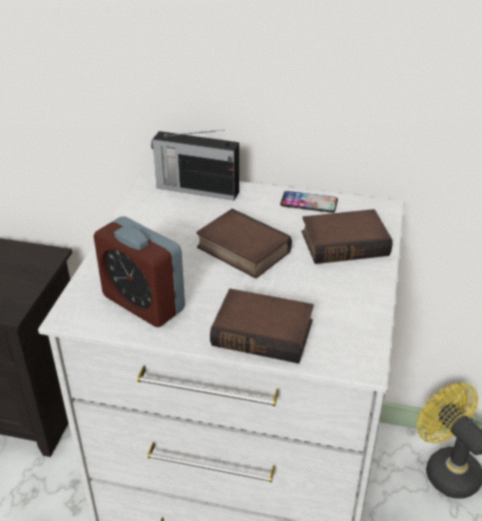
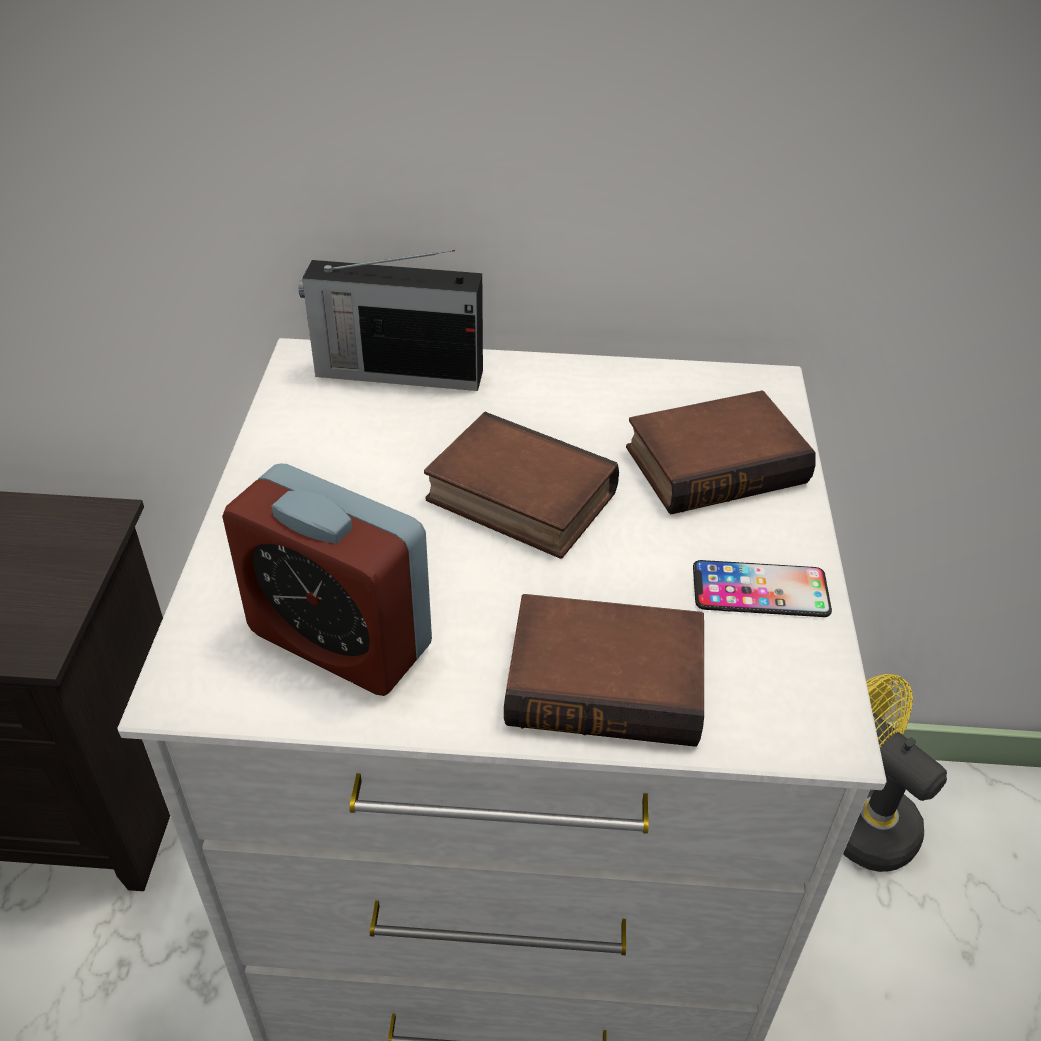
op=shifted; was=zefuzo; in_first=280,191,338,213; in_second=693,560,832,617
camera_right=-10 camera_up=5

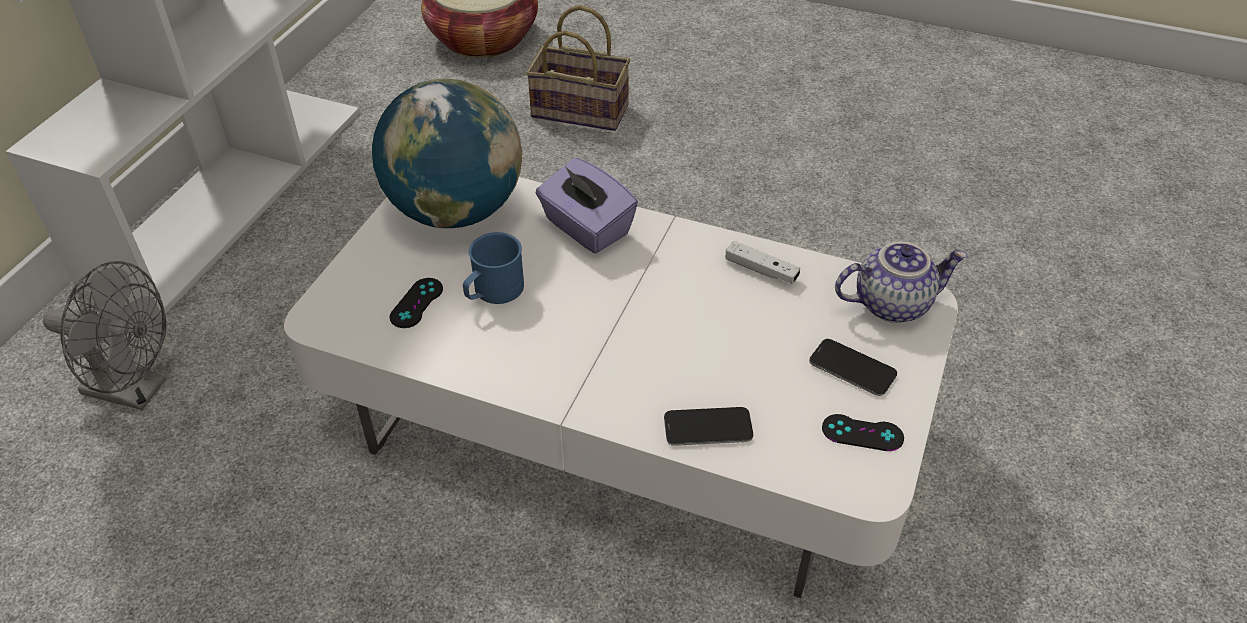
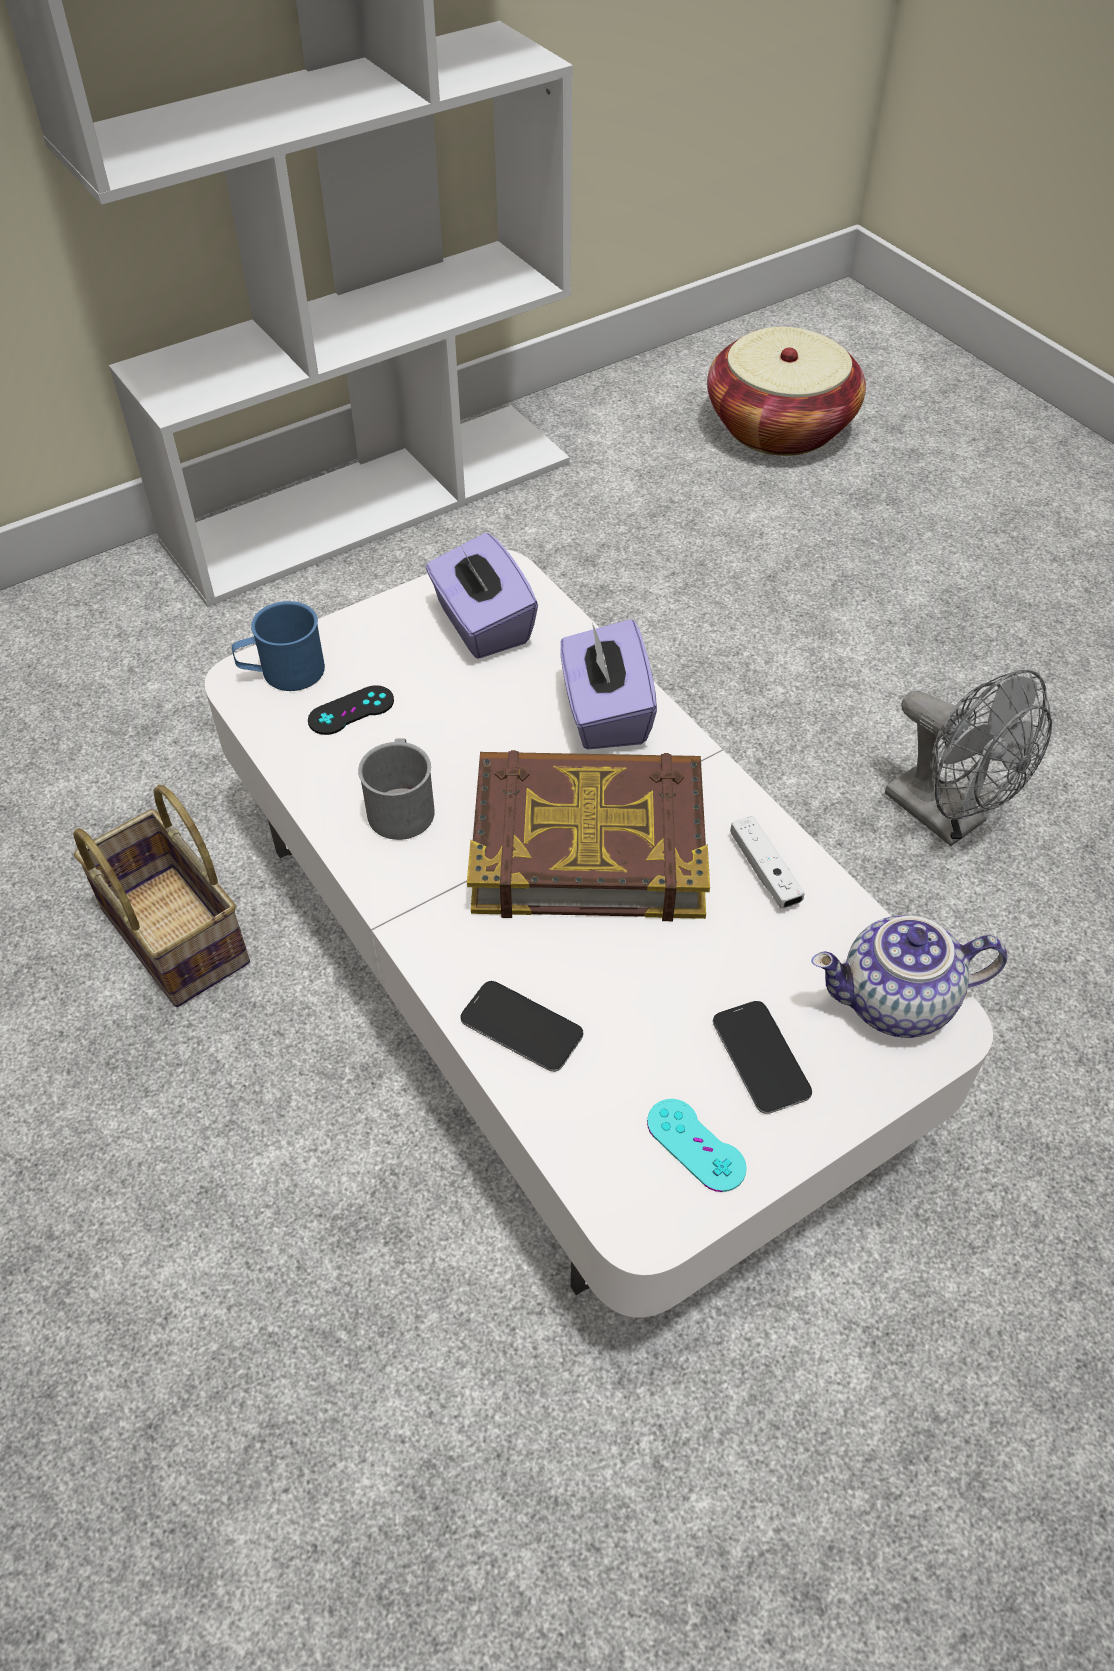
op=new; now=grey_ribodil; in_second=358,738,435,840
op=new; now=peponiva; in_second=467,750,710,921
op=shifted; was=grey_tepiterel; in_first=43,261,166,410; in_second=885,669,1052,846
op=shifted; was=blue_ribodil; in_first=463,232,524,304; in_second=232,601,325,691
op=shifted; was=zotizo; in_first=526,5,630,131; in_second=73,785,250,1007
op=swapped; was=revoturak; now=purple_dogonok; in_first=372,78,522,228; in_second=426,533,538,659
op=repainted; was=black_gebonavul; now=turquoise_gebonavul; in_first=822,414,904,451; in_second=647,1099,747,1192
op=rotated; was=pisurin; in_first=835,242,968,323; in_second=811,915,1007,1038; clockwise=150
camera_right=35 camera_up=5

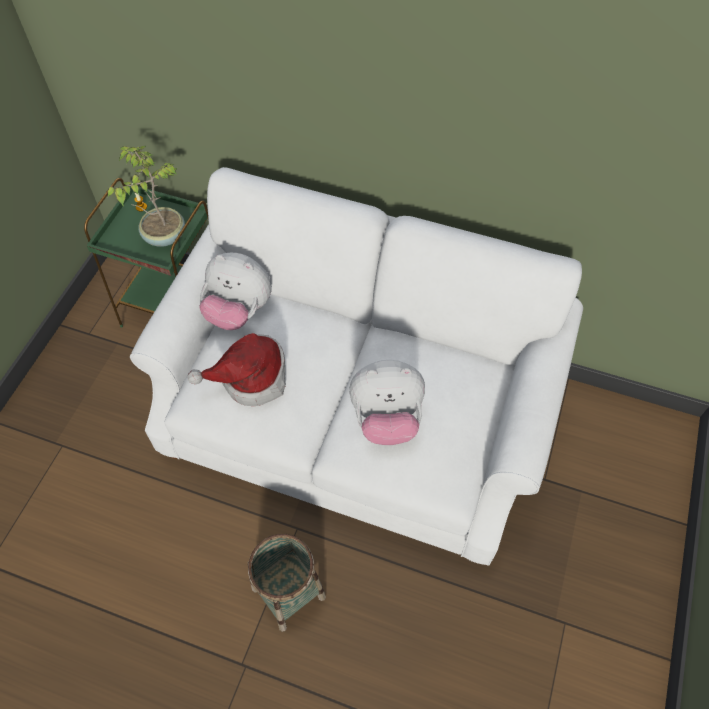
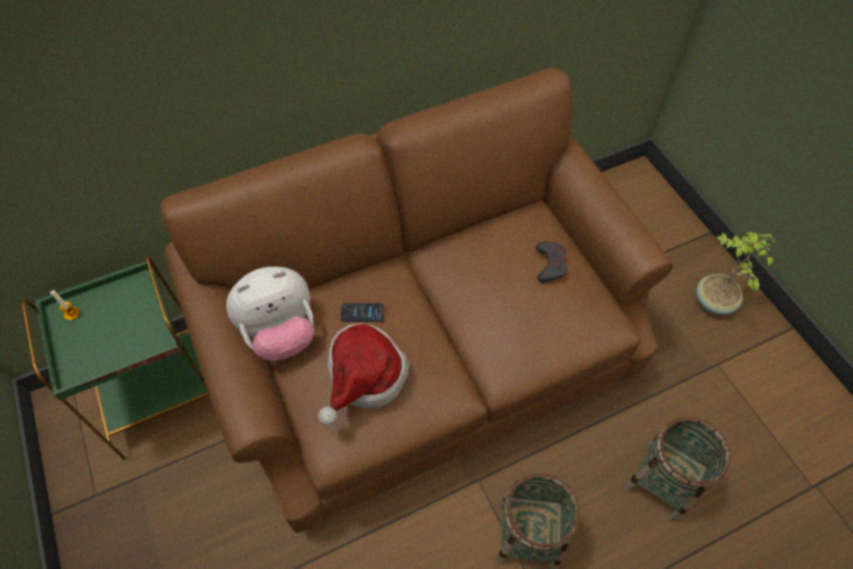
op=gone; was=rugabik; in_first=349,360,425,445
op=new; now=zefuzo; in_second=341,303,384,322
op=new; now=grey_gebonavul; in_second=536,241,568,282
op=new; now=zotizo; in_second=623,417,731,522
op=shifted; was=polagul; in_first=108,146,185,247; in_second=696,232,777,315
op=repainted; was=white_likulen; now=brown_likulen; in_first=130,167,583,565; in_second=161,68,673,533
camera_right=-45 camera_up=0

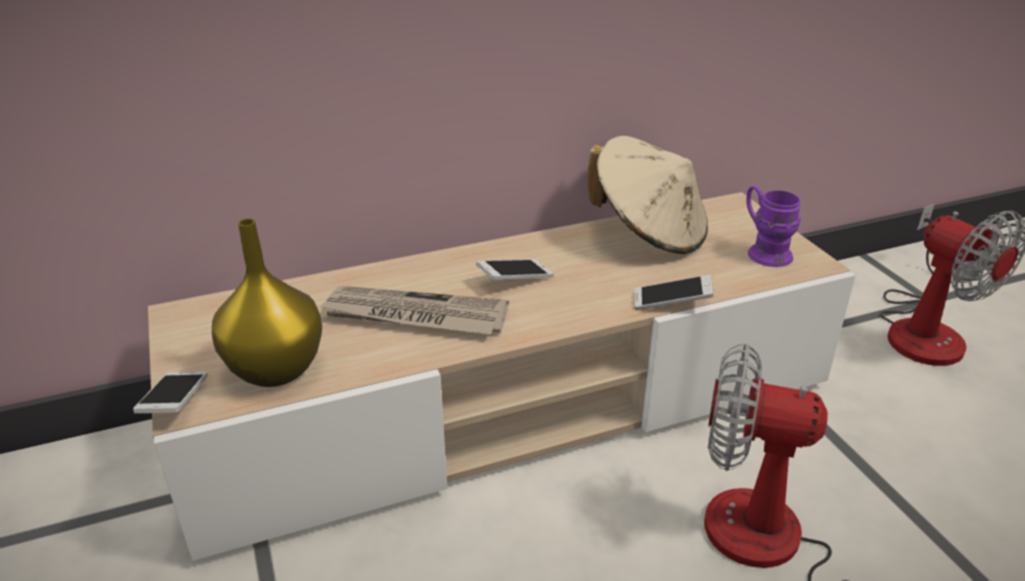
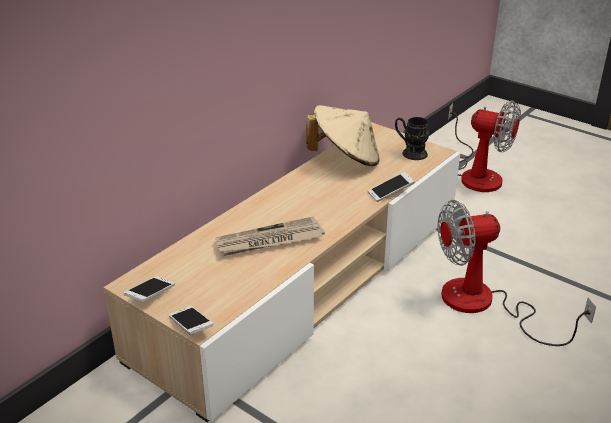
op=gone; was=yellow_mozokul; in_first=212,218,322,387
op=shifted; was=zefuzo; in_first=476,260,554,280; in_second=124,276,175,302
op=repainted; was=purple_ribodil; now=black_ribodil; in_first=746,185,801,267; in_second=395,117,429,160
camera_right=-30 camera_up=0

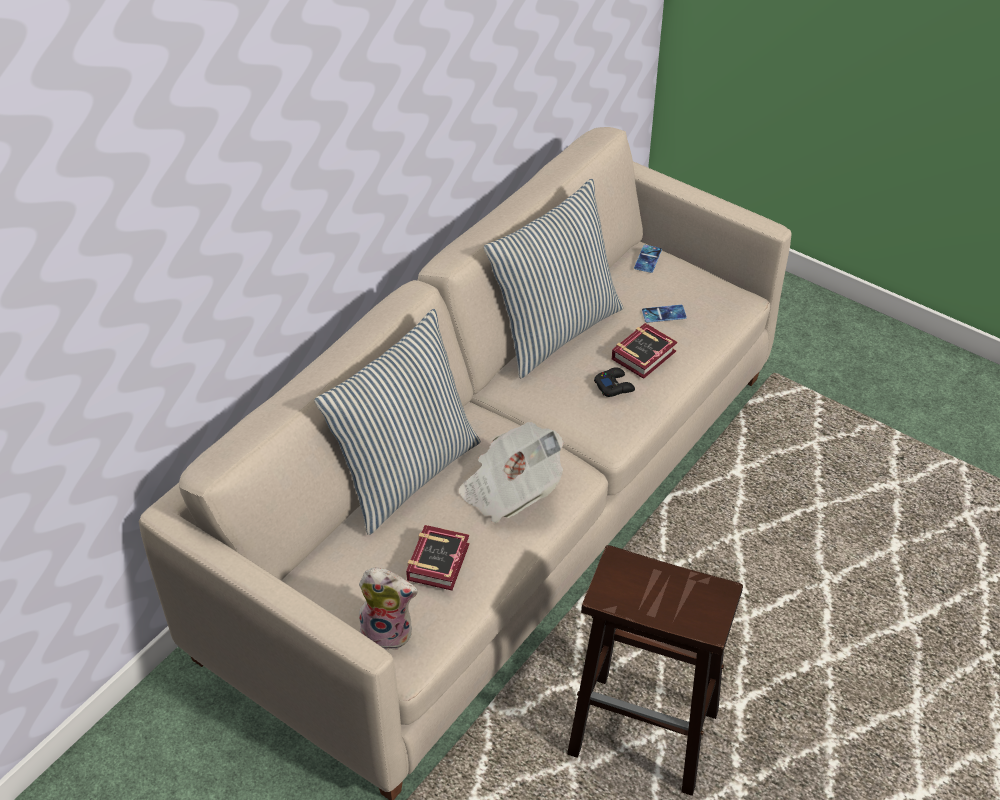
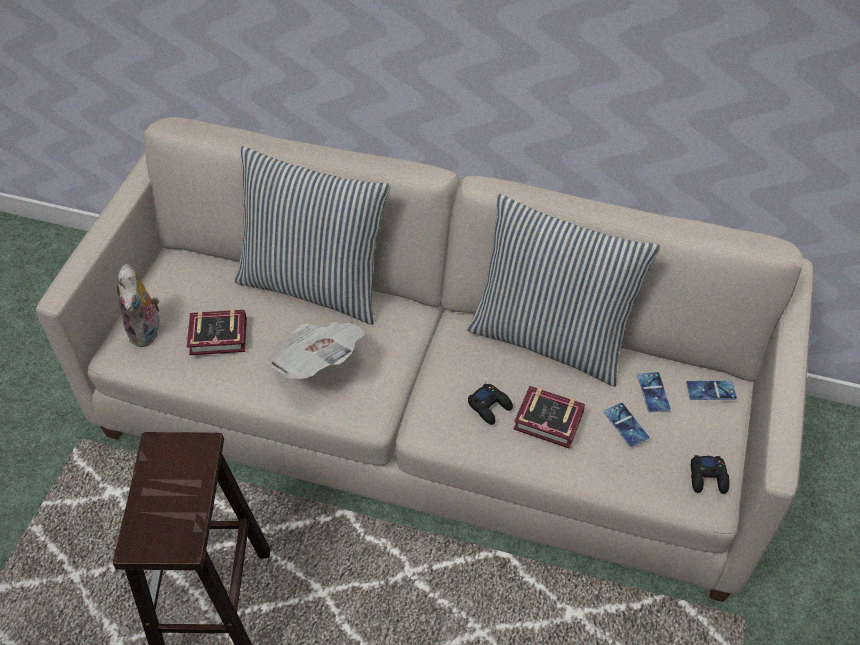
op=new; now=zefuzo; in_second=637,372,671,412
op=new; now=black_gebonavul; in_second=691,455,730,494
camera_right=70 camera_up=5

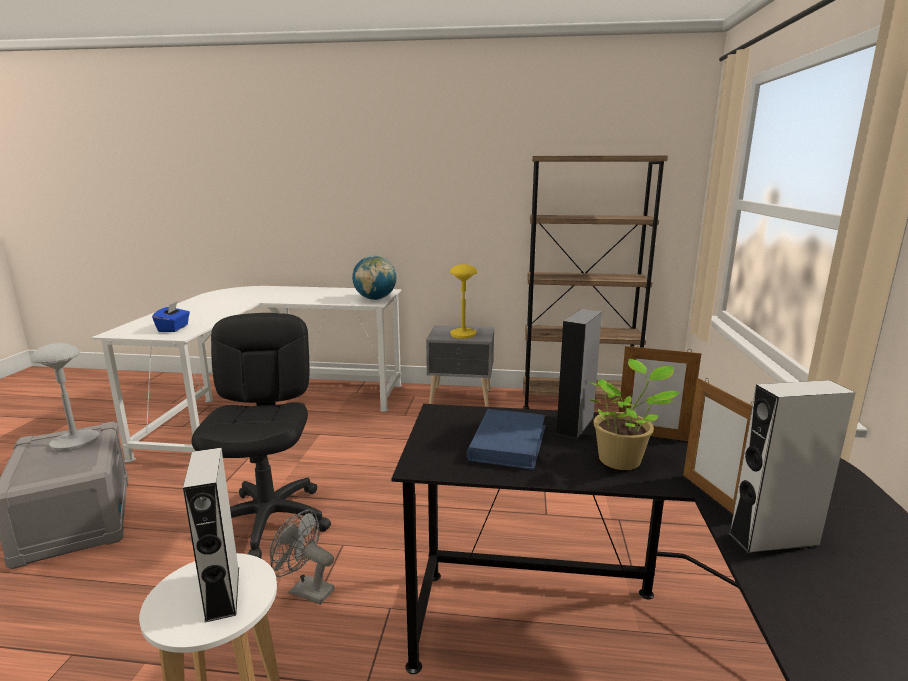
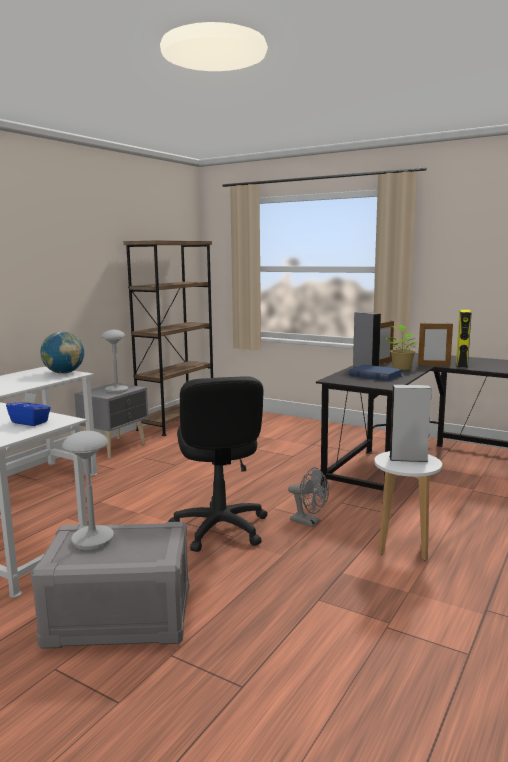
op=repainted; was=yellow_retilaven; now=grey_retilaven; in_first=450,264,478,339; in_second=101,330,128,393
op=repainted; was=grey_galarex; now=yellow_galarex; in_first=728,380,856,554; in_second=456,310,472,368
op=rotated; was=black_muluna; in_first=192,313,331,558; in_second=168,376,267,552; clockwise=-120
op=rotated; was=grey_tepiterel; in_first=270,509,335,605; in_second=288,467,329,527; clockwise=-105
camera_right=-65 camera_up=-5

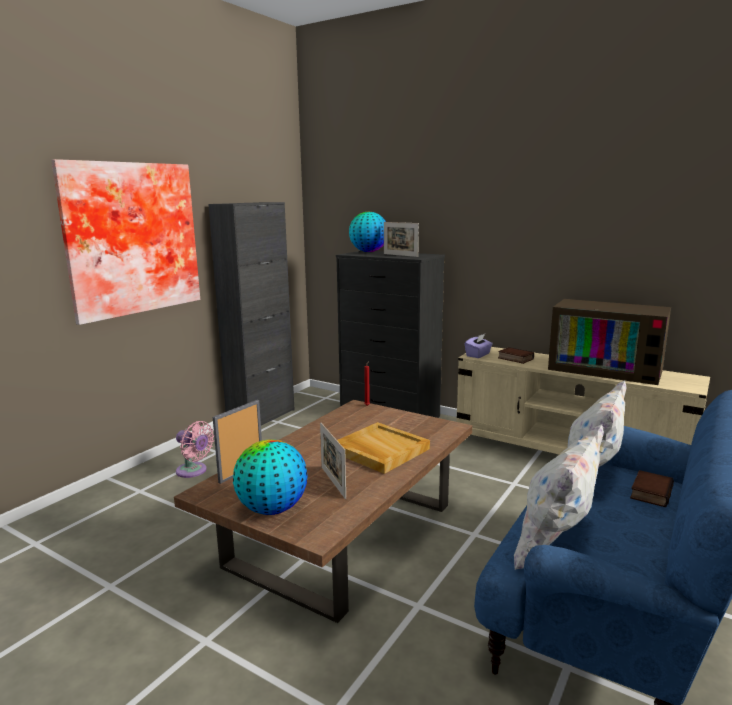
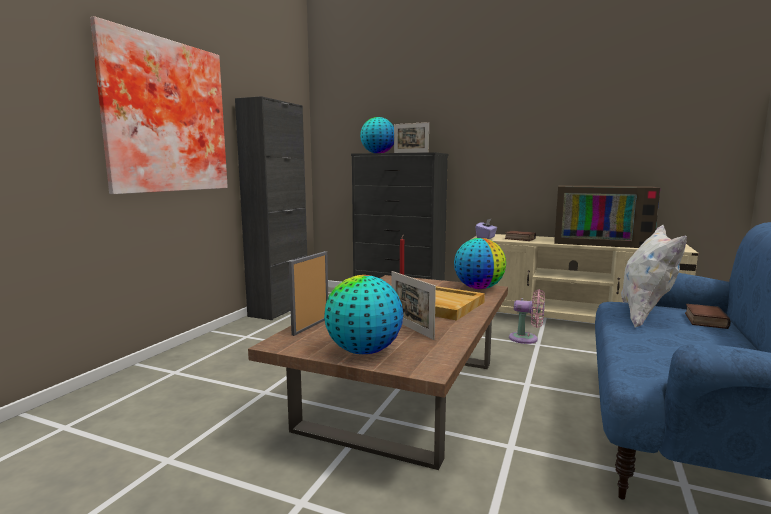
op=gone; was=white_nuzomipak; in_first=514,424,604,570
op=new; now=revoturak; in_second=454,238,506,289
op=shifted; was=pink_tepiterel; in_first=176,421,214,478; in_second=509,289,545,344
camera_right=-10 camera_up=-5

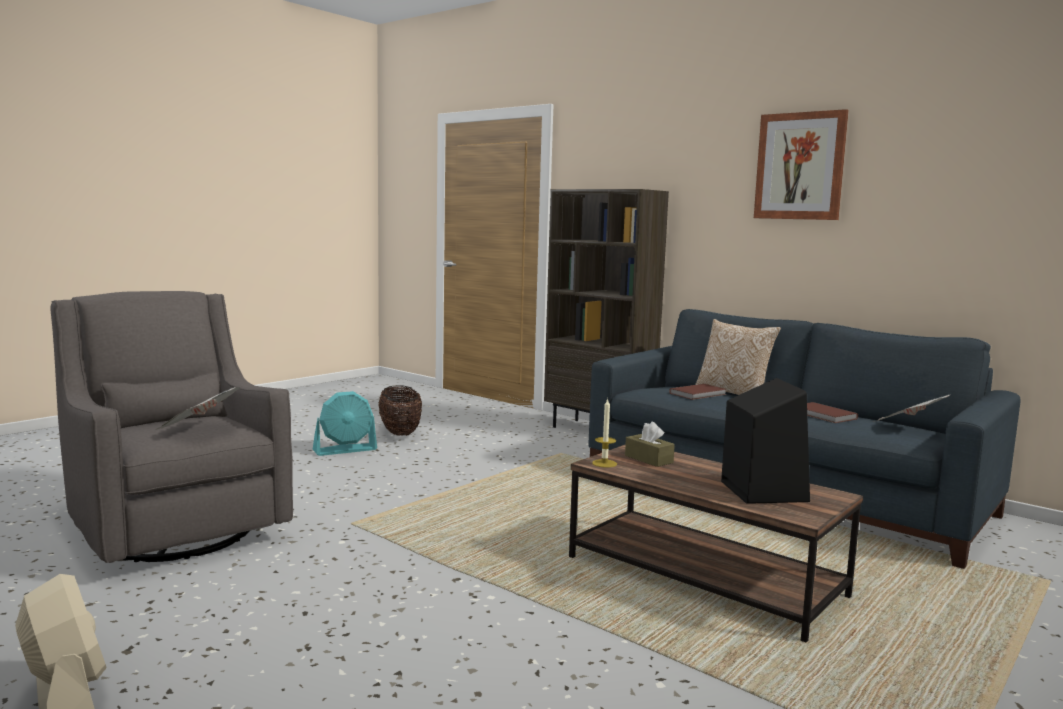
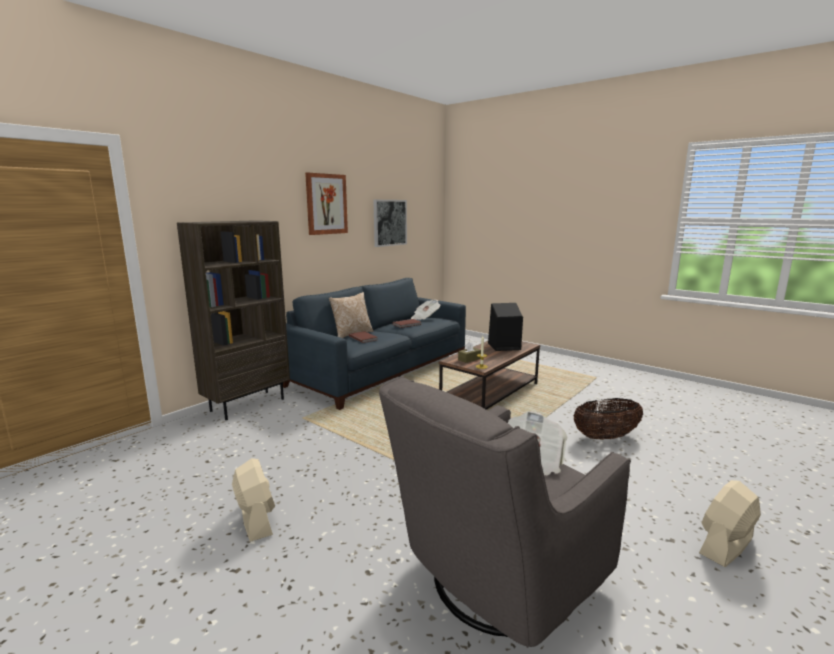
op=new; now=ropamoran; in_second=373,200,407,247
op=shifted; was=zotizo; in_first=379,385,422,436; in_second=574,398,643,440
op=repainted; was=turquoise_tepiterel; now=beige_tepiterel; in_first=313,391,377,456; in_second=232,458,275,542
camera_right=-90 camera_up=5

